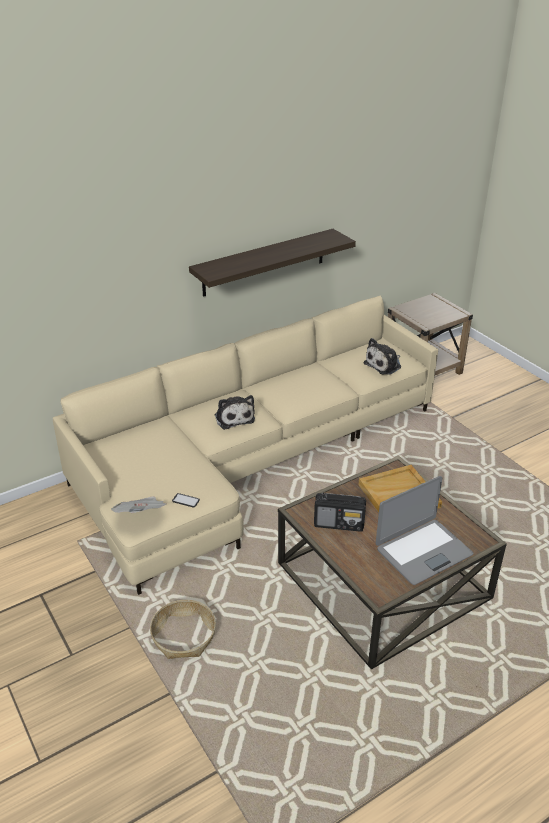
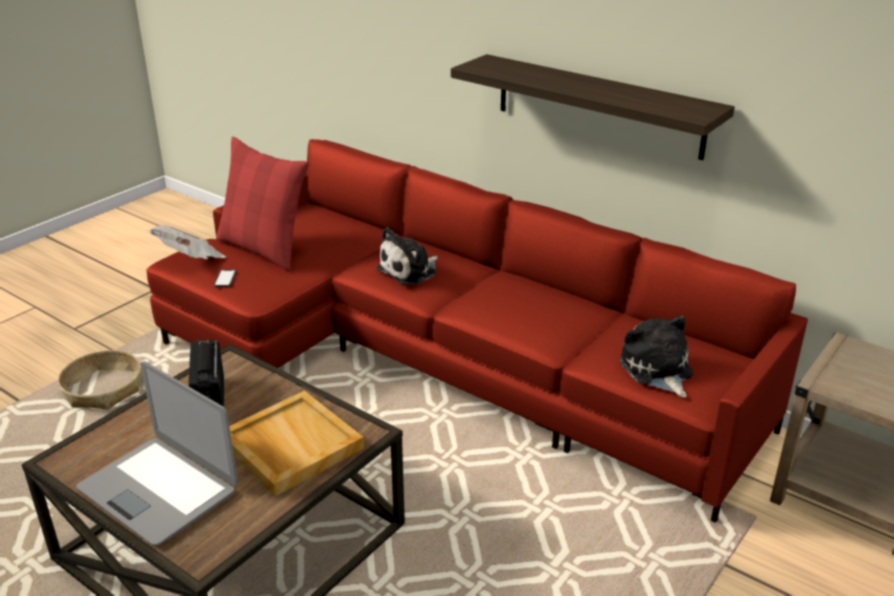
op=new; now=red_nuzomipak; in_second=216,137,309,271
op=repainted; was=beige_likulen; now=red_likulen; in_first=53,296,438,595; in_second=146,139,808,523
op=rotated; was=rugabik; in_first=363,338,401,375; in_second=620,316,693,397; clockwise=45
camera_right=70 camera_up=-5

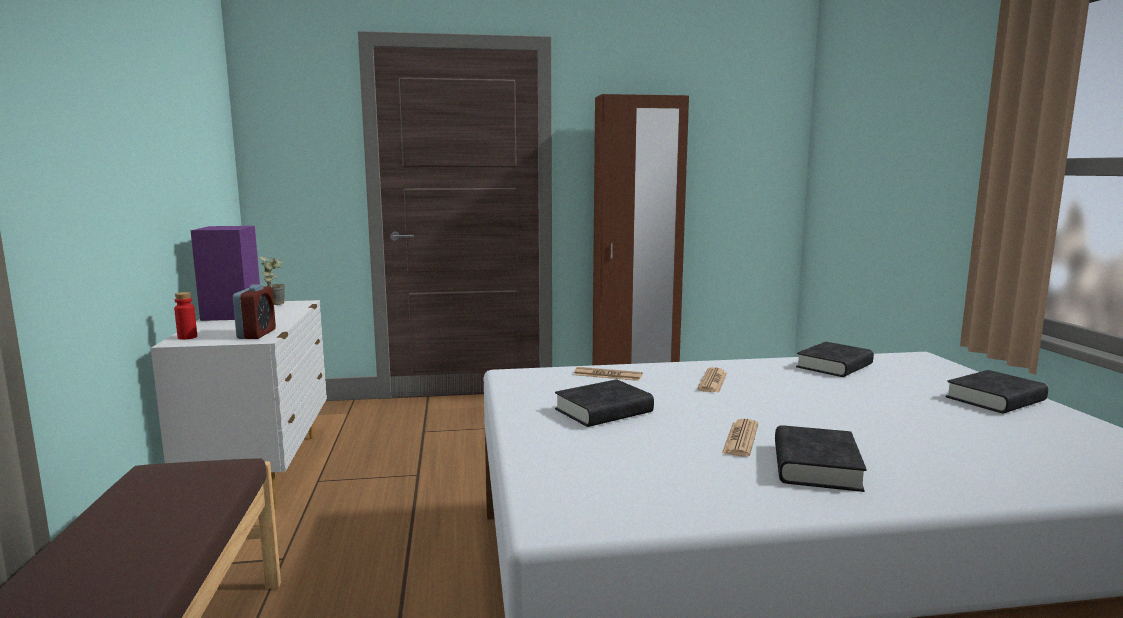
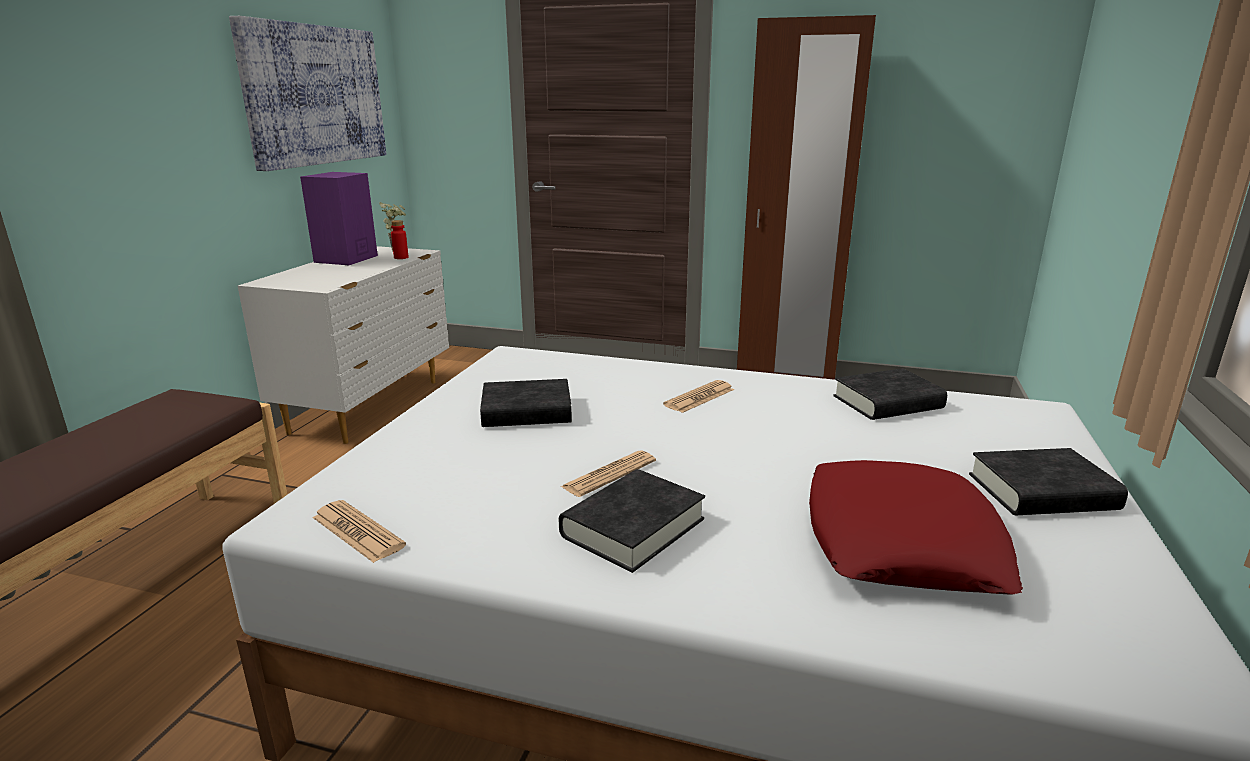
op=gone; was=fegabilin; in_first=233,284,276,339
op=new; now=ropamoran; in_second=229,16,386,171
op=new; now=red_nuzomipak; in_second=809,460,1023,594
op=shifted; was=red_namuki; in_first=174,292,197,340; in_second=391,220,408,259
op=shifted; was=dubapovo; in_first=574,367,643,381; in_second=312,500,406,563
camera_right=25 camera_up=10

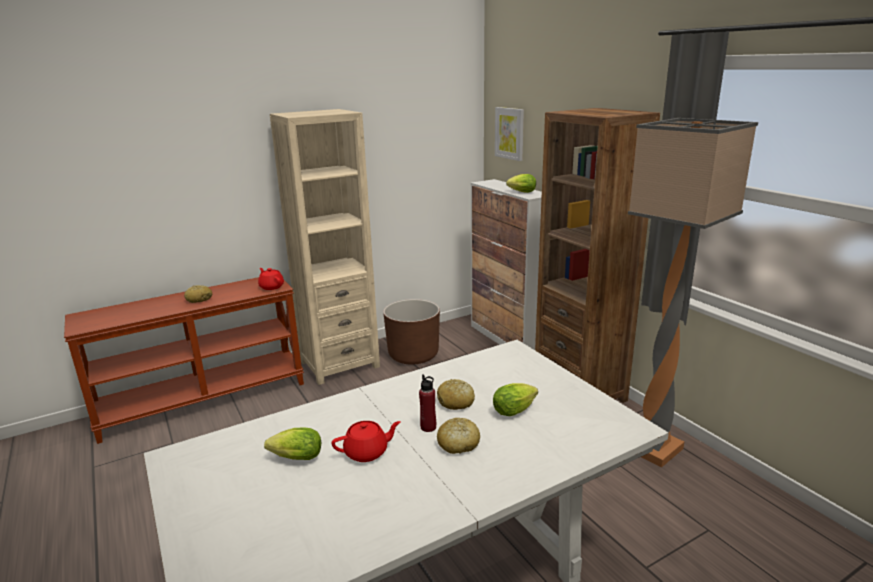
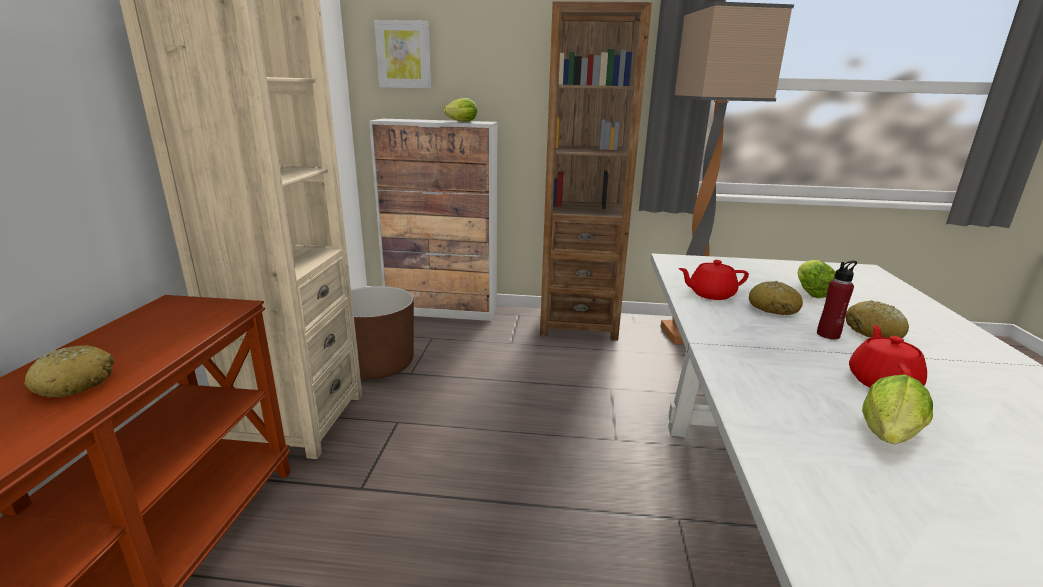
op=shifted; was=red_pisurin; in_first=258,268,284,290; in_second=678,260,749,300
camera_right=-55 camera_up=0

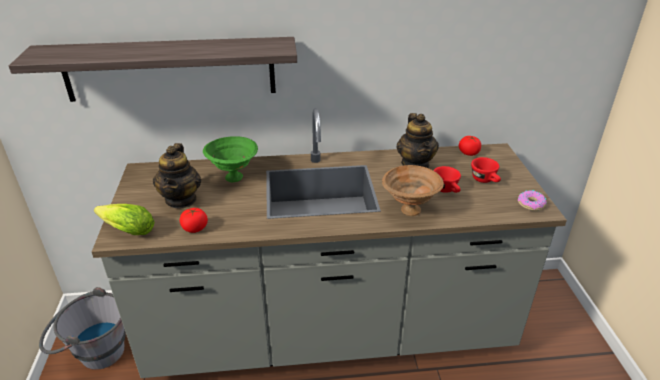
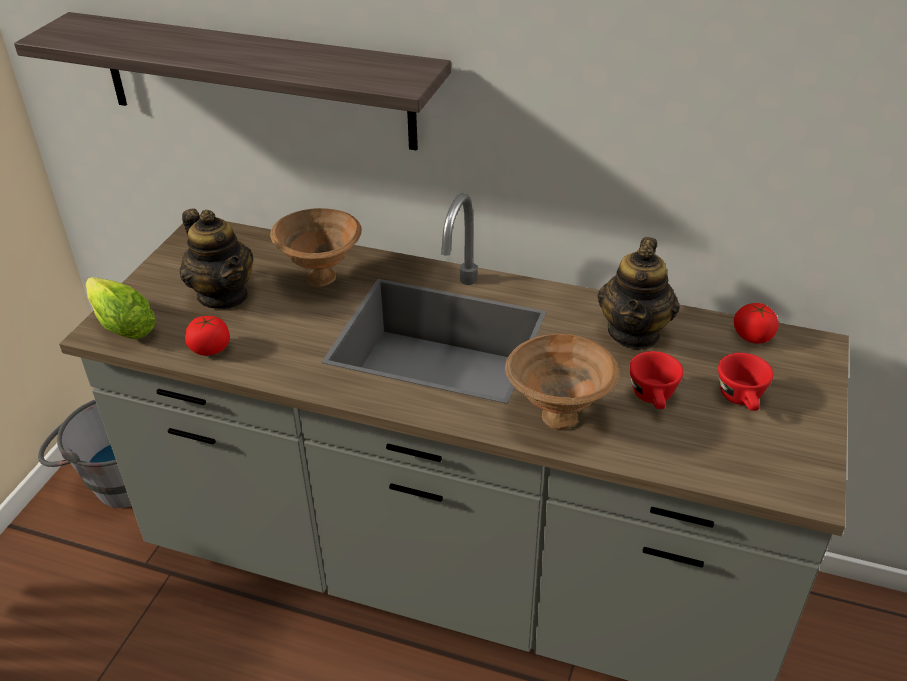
op=gone; was=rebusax; in_first=518,190,547,211
op=repainted; was=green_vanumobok; now=brown_vanumobok; in_first=203,136,258,183; in_second=270,208,362,287
op=rotated; was=pisurin; in_first=153,143,201,209; in_second=180,208,254,309; clockwise=-60
camera_right=25 camera_up=5

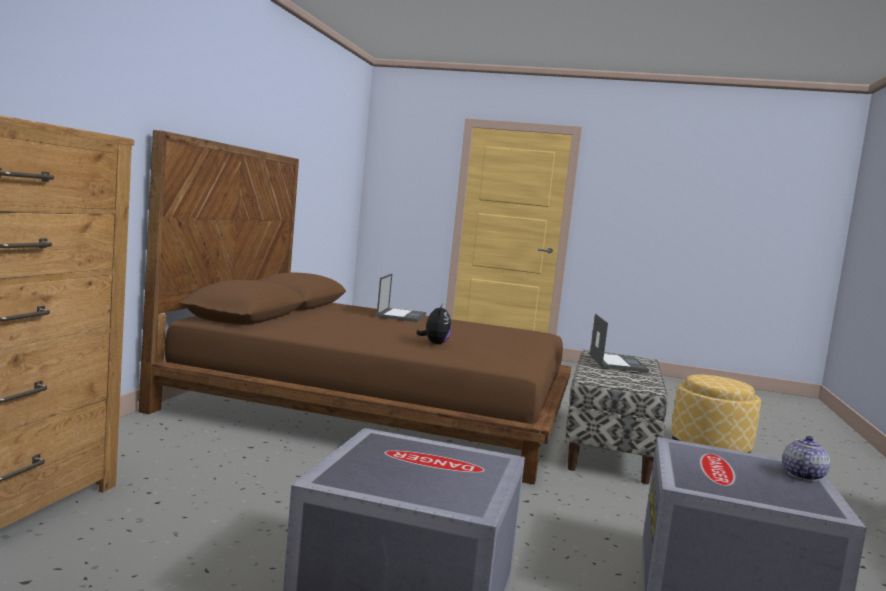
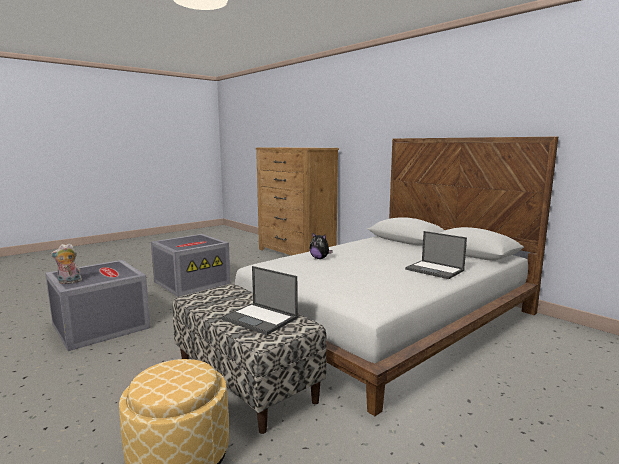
op=swapped; was=pisurin; now=rugabik; in_first=782,436,830,481; in_second=51,243,82,284
op=repainted; was=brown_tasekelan; now=white_tasekelan; in_first=139,130,571,484; in_second=235,137,558,416
camera_right=125 camera_up=5

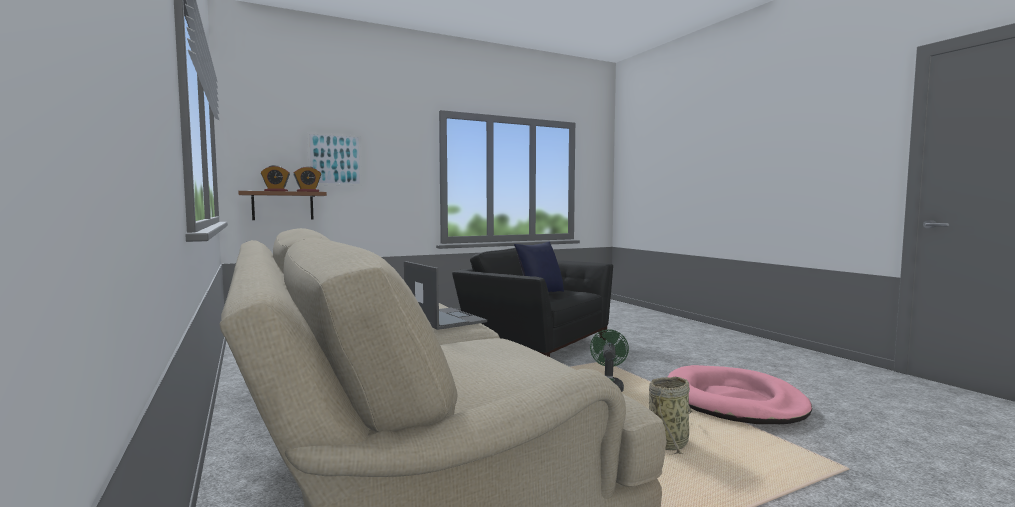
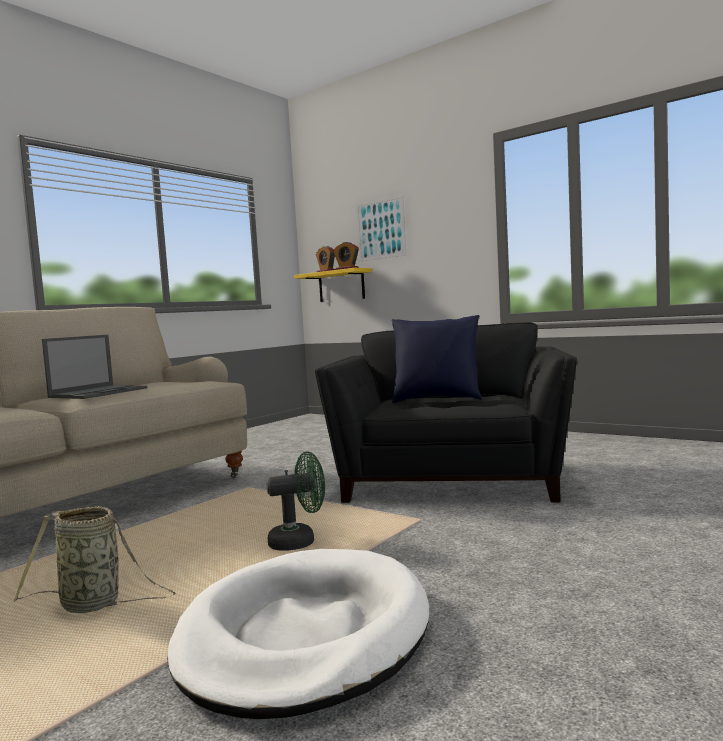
op=repainted; was=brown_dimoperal; now=yellow_dimoperal; in_first=238,191,327,220; in_second=294,268,372,302
op=repainted; was=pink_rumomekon; now=white_rumomekon; in_first=668,365,812,424; in_second=167,549,429,719
camera_right=65 camera_up=0

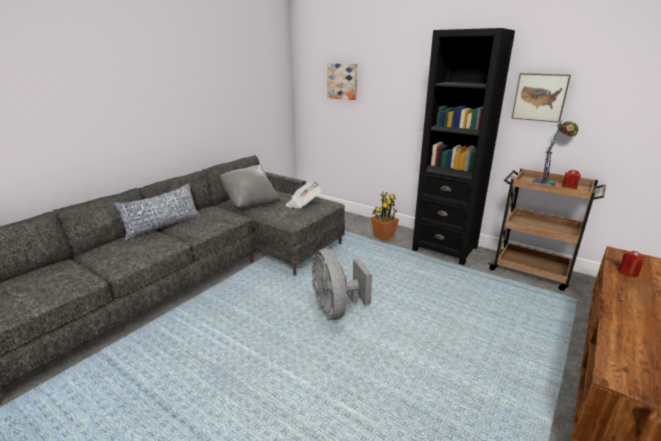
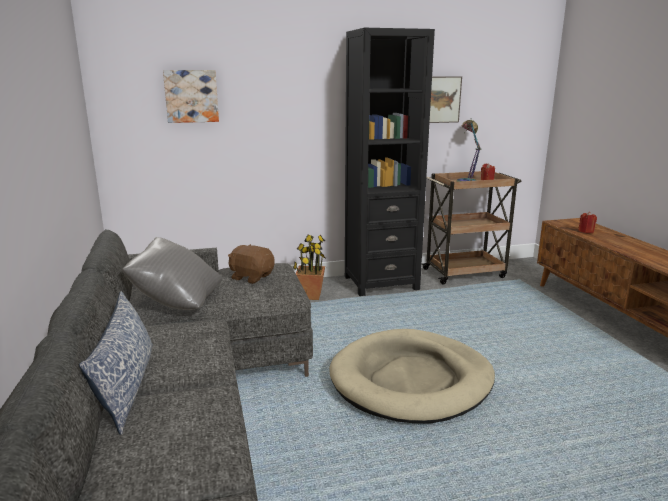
op=swapped; was=dubapovo; now=brown_rugabik; in_first=286,182,321,209; in_second=228,244,275,284
op=swapped; was=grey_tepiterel; now=beige_rumomekon; in_first=312,249,372,320; in_second=329,329,495,423
camera_right=-50 camera_up=-5

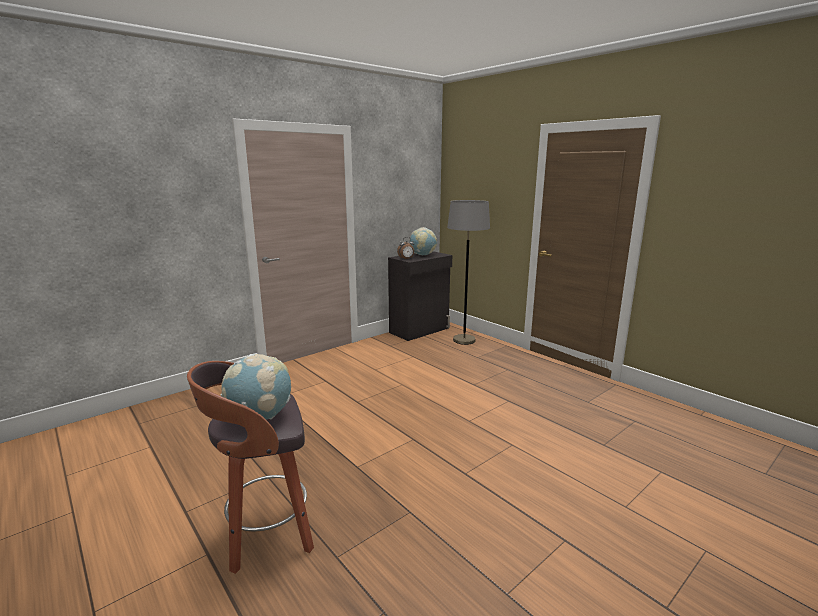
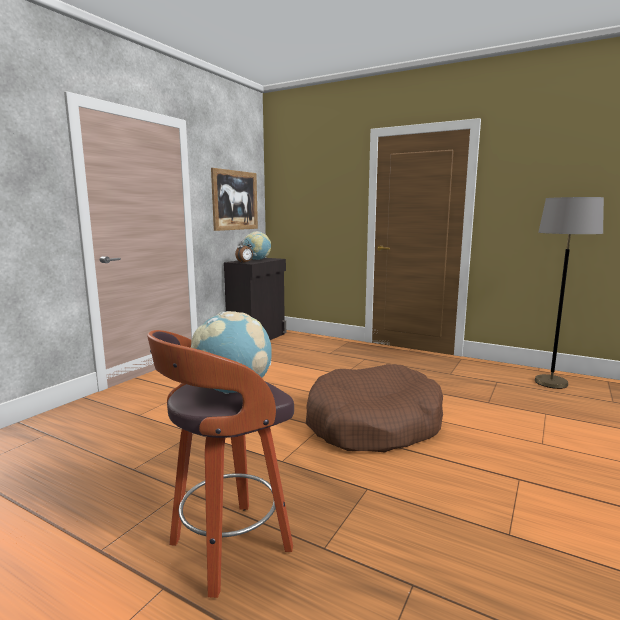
op=new; now=ropamoran; in_second=211,168,258,231
op=new; now=brown_rumomekon; in_second=306,364,443,452
op=shifted; was=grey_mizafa; in_first=447,200,490,345; in_second=535,197,604,389
camera_right=-20 camera_up=-5

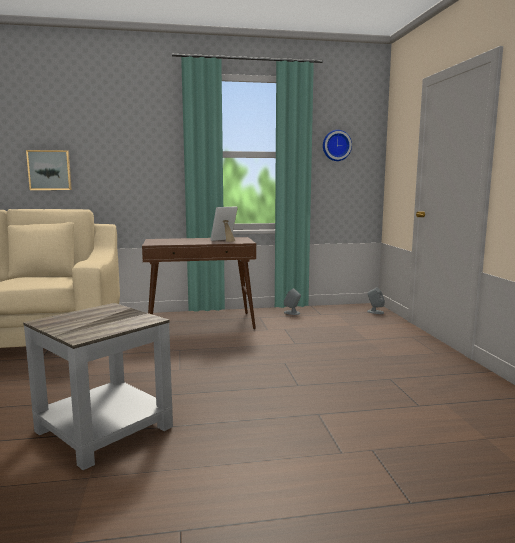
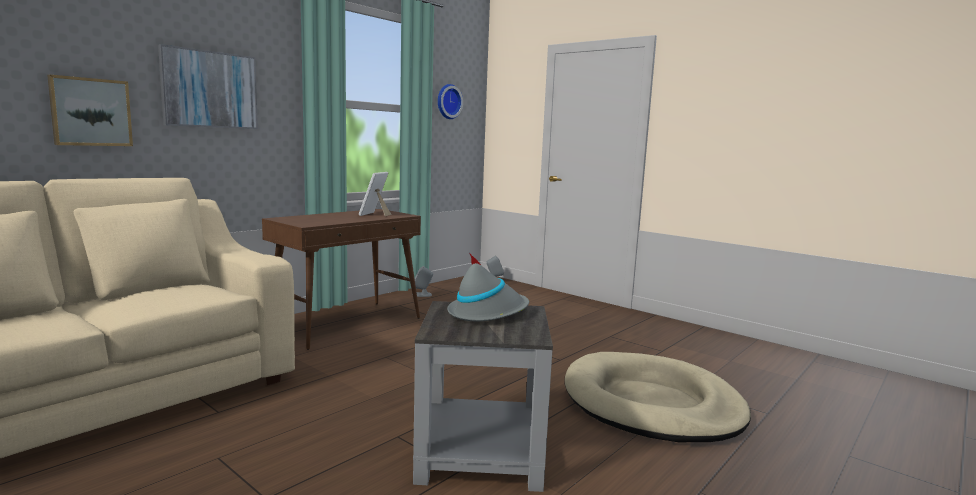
op=new; now=ropamoran; in_second=158,44,258,129
op=new; now=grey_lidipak; in_second=447,253,529,321
op=new; now=beige_rumomekon; in_second=565,352,751,442
camera_right=-40 camera_up=0

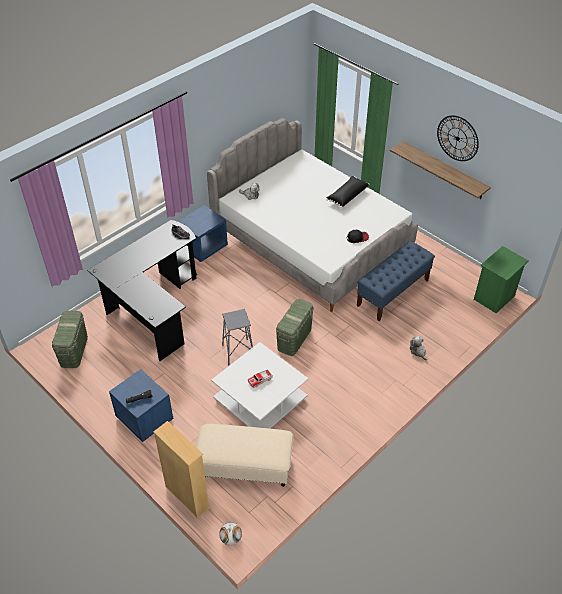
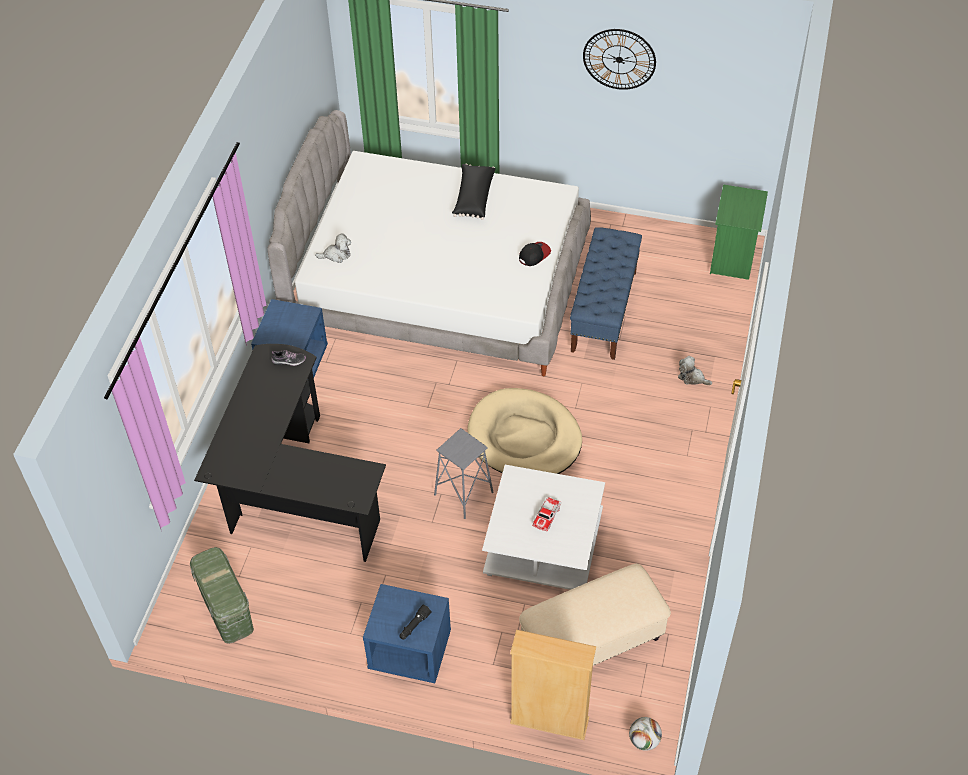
op=gone; was=dimoperal; in_first=390,141,491,199
op=swapped; was=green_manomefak; now=beige_rumomekon; in_first=276,299,314,356; in_second=467,388,582,474
camera_right=-30 camera_up=5

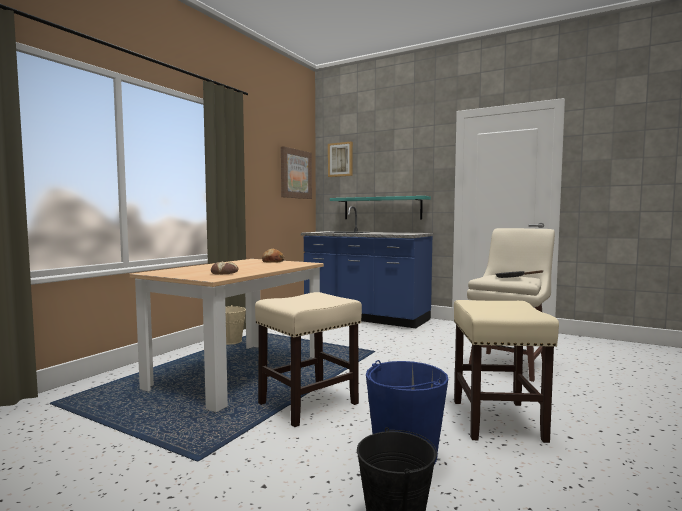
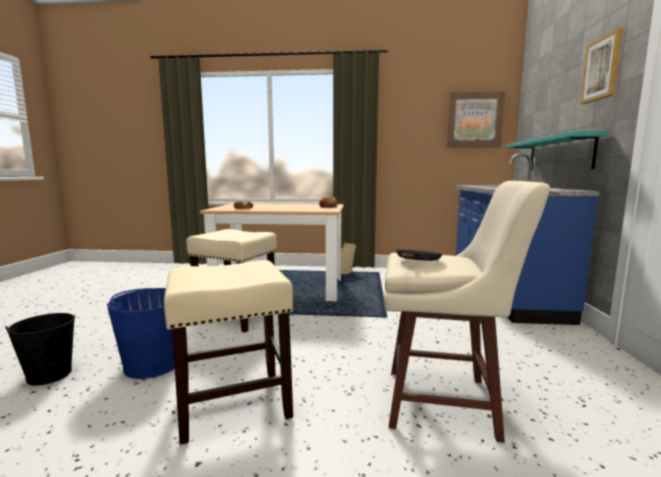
op=shifted; was=ropamoran; in_first=328,142,353,177; in_second=580,28,623,104
camera_right=65 camera_up=5

